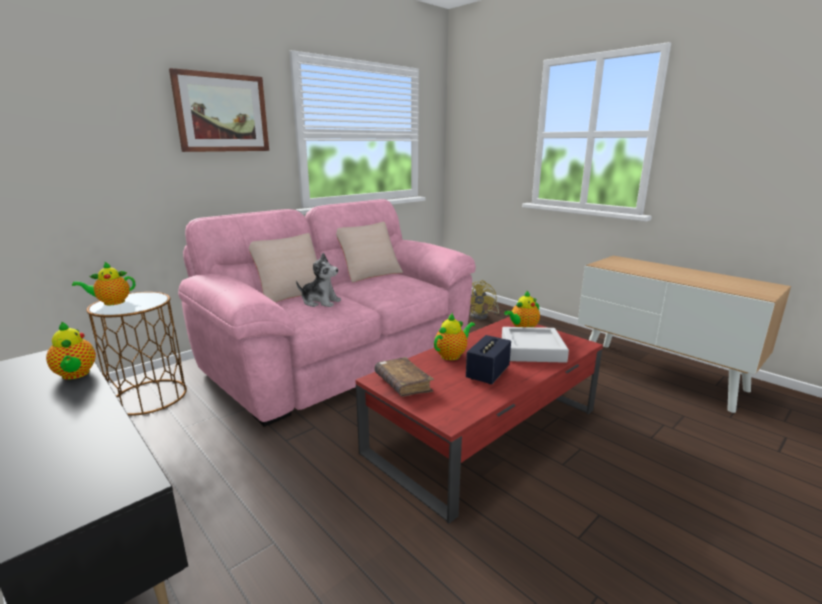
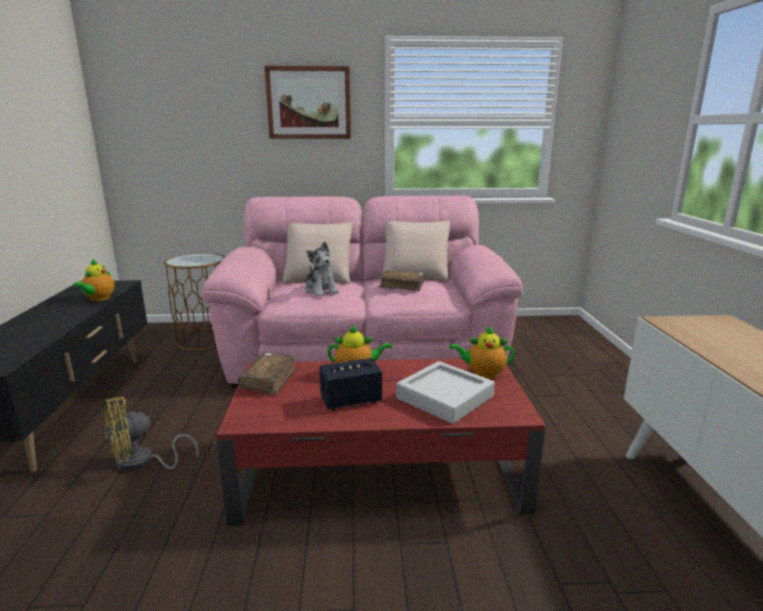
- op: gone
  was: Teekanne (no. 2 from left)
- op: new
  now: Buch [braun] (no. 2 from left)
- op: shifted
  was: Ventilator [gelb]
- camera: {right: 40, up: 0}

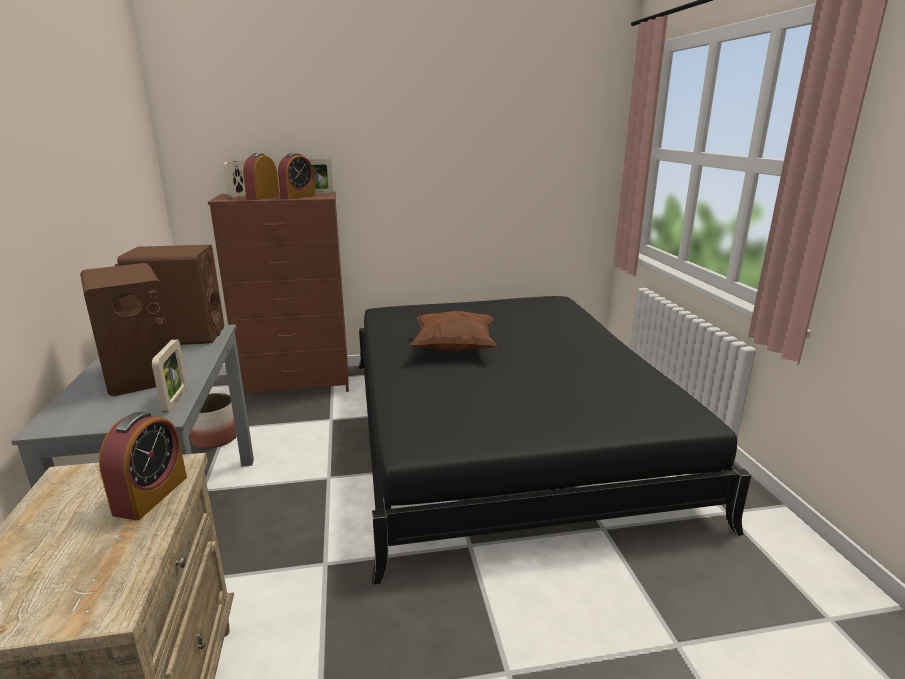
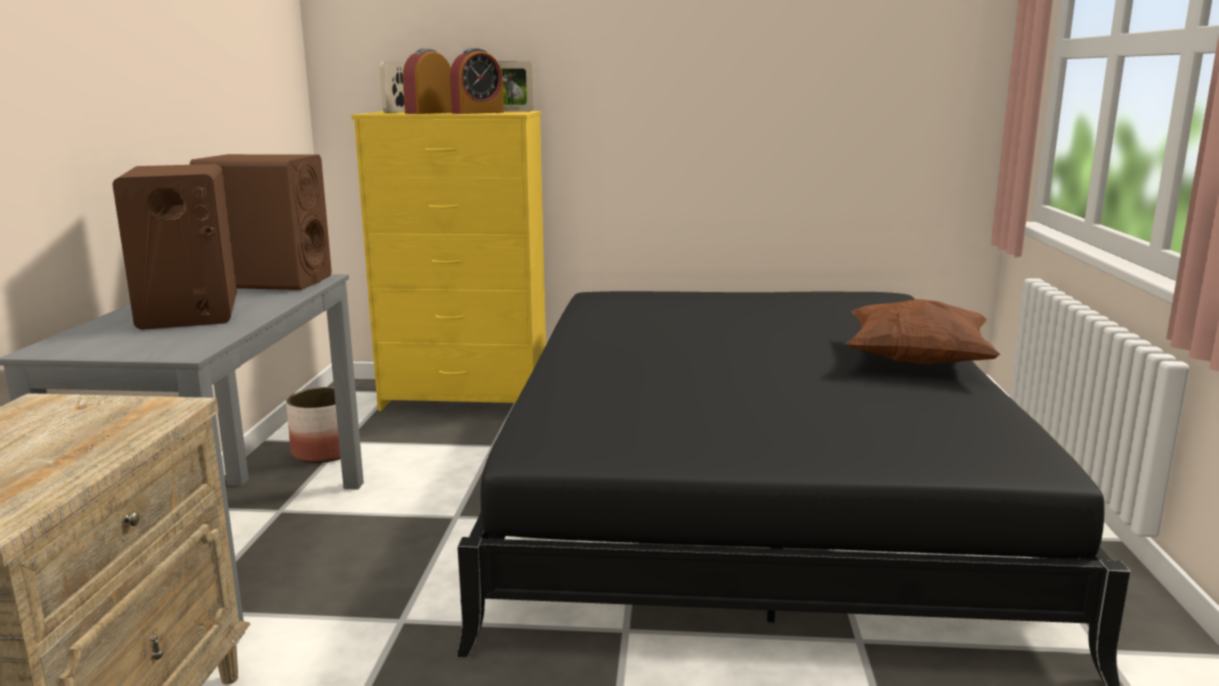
- op: gone
  was: Wecker (no. 1 from left)
- op: gone
  was: Bilderrahmen (no. 1 from left)
- op: shifted
  was: Kissen [braun]
- op: repainted
  was: Kommode [braun]
  now: Kommode [gelb]
- camera: {right: 15, up: -5}

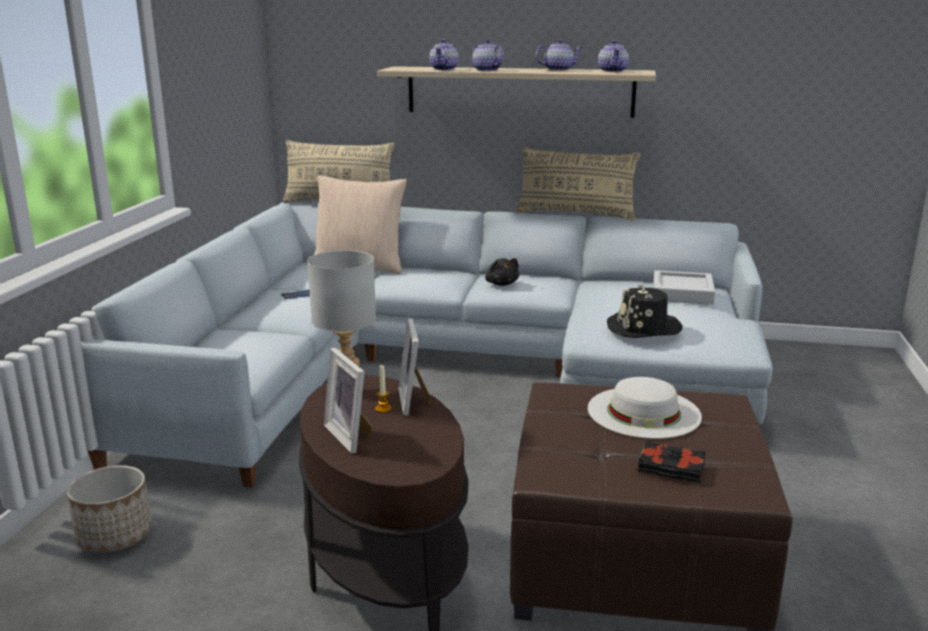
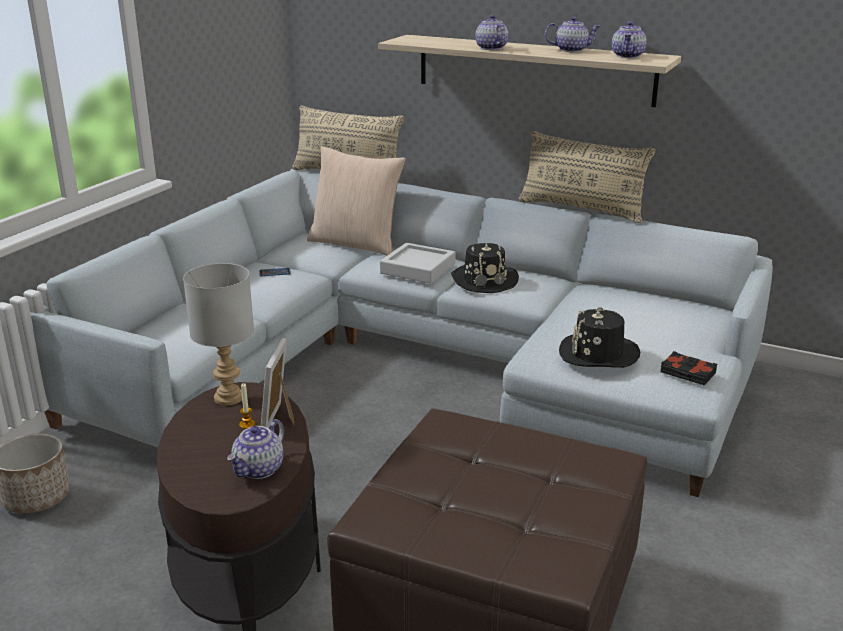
- op: gone
  was: Bilderrahmen (no. 1 from left)
- op: gone
  was: Hut [weiß]
- op: shifted
  was: Teekanne (no. 1 from left)
- op: shifted
  was: Buch [schwarz]
- op: shifted
  was: Tablett [grau]
- op: swapped
  was: Plüschtier [schwarz]
  now: Hut [schwarz] (no. 1 from left)
- camera: {right: 15, up: 5}

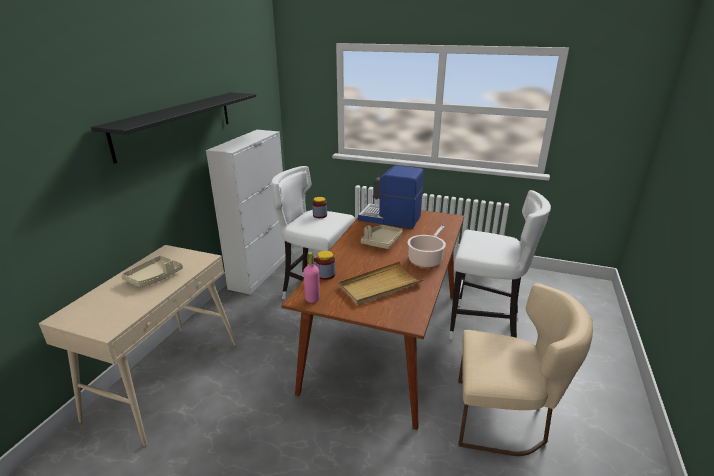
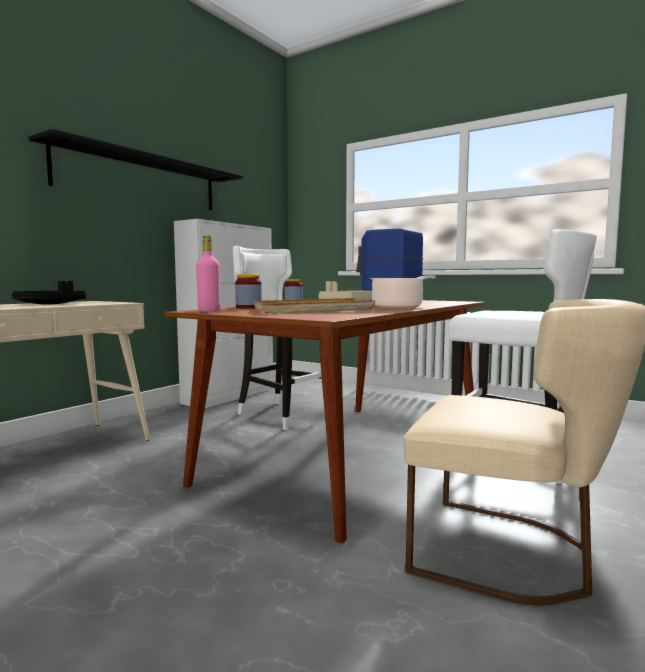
- op: repainted
  was: Tablett [beige] (no. 1 from left)
  now: Tablett [schwarz]
- camera: {right: 15, up: -20}

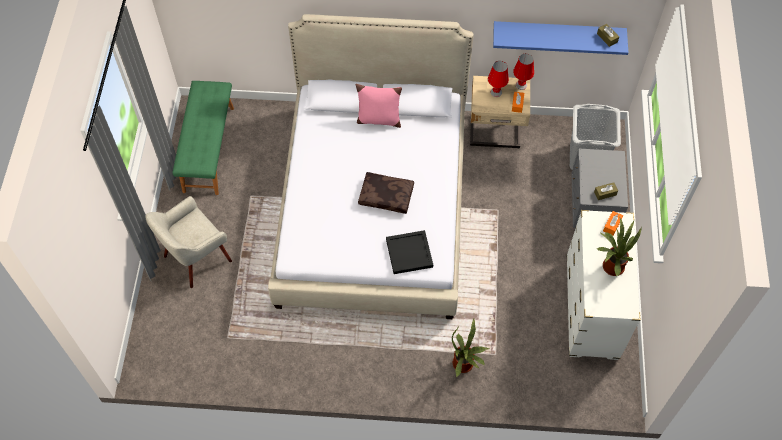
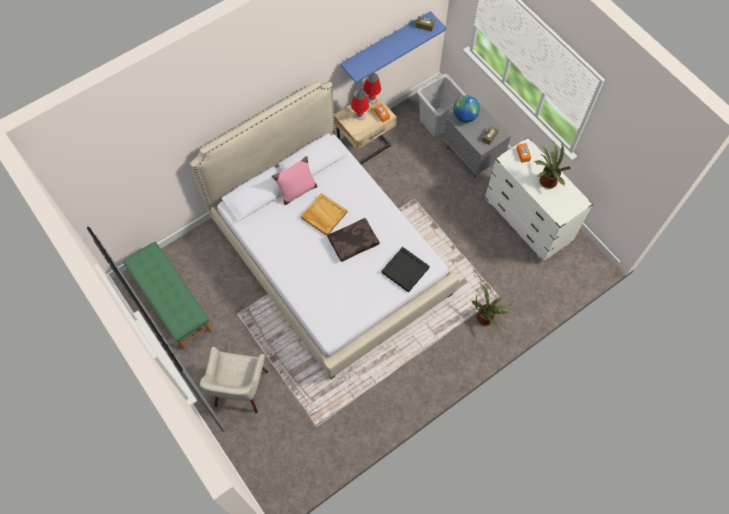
- op: new
  now: Tablett [beige]
- op: new
  now: Globus
- camera: {right: -40, up: 5}

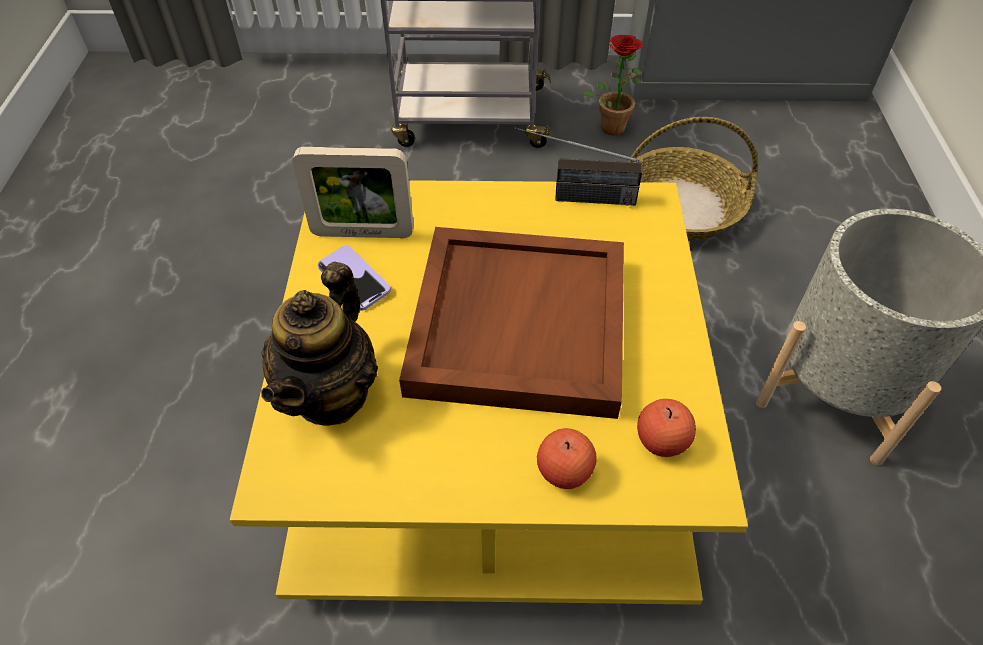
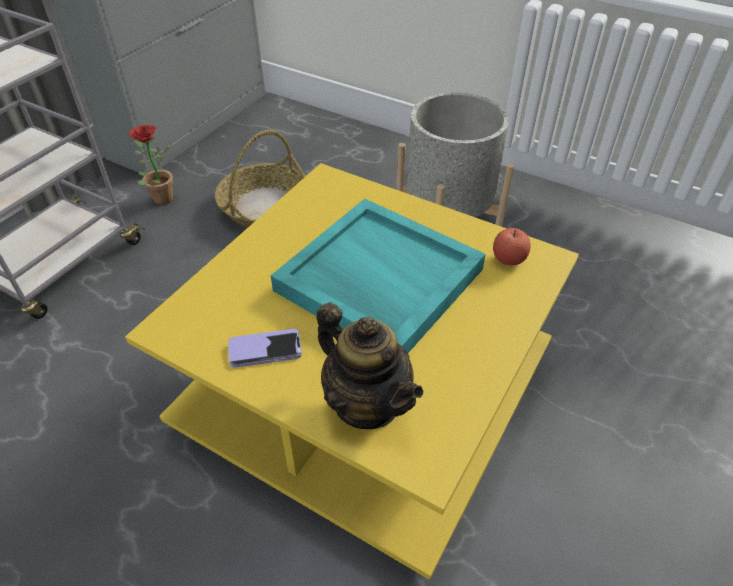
- op: gone
  was: Bilderrahmen
- op: gone
  was: Radio
- op: gone
  was: Apfel (no. 1 from left)
- op: repainted
  was: Tablett [braun]
  now: Tablett [türkis]
- camera: {right: -60, up: -5}

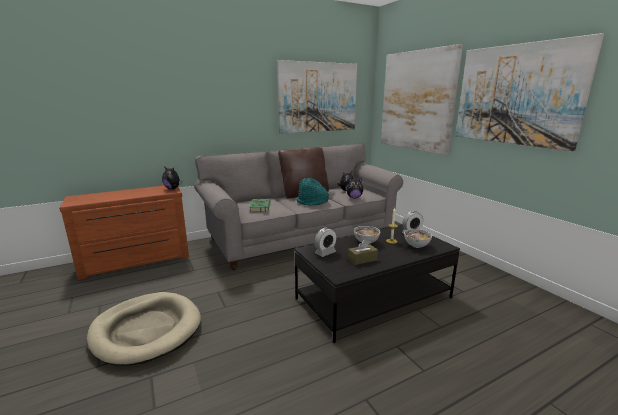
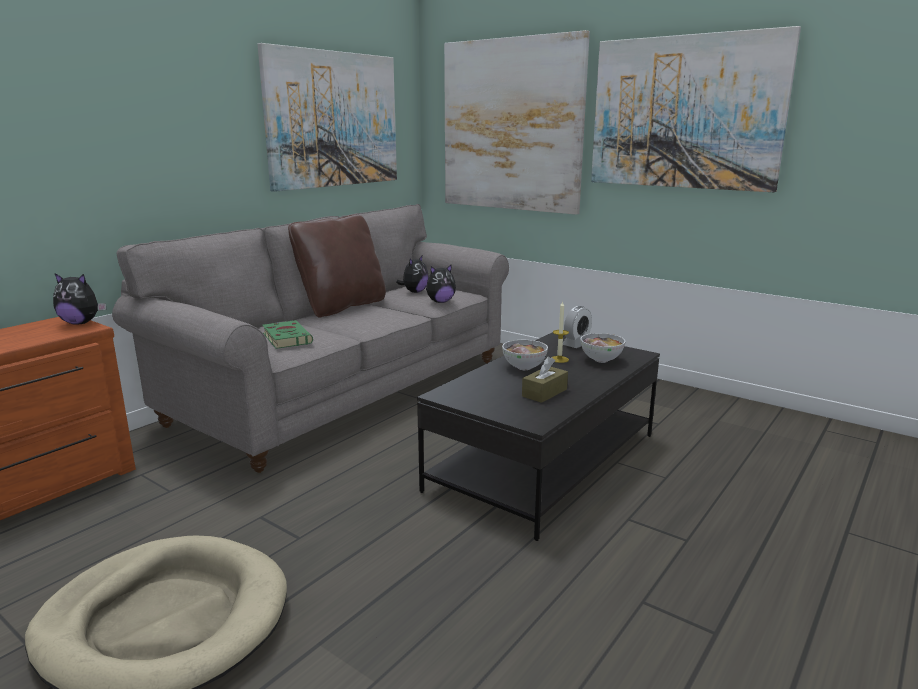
- op: gone
  was: Hut [türkis]
- op: gone
  was: Wecker (no. 1 from left)
- camera: {right: -25, up: 0}

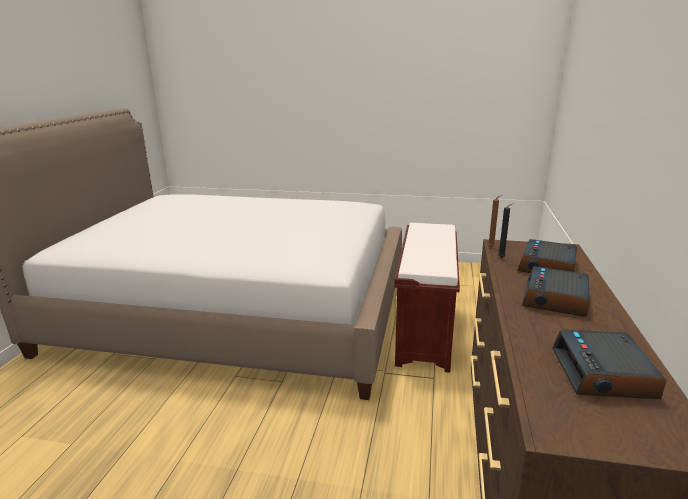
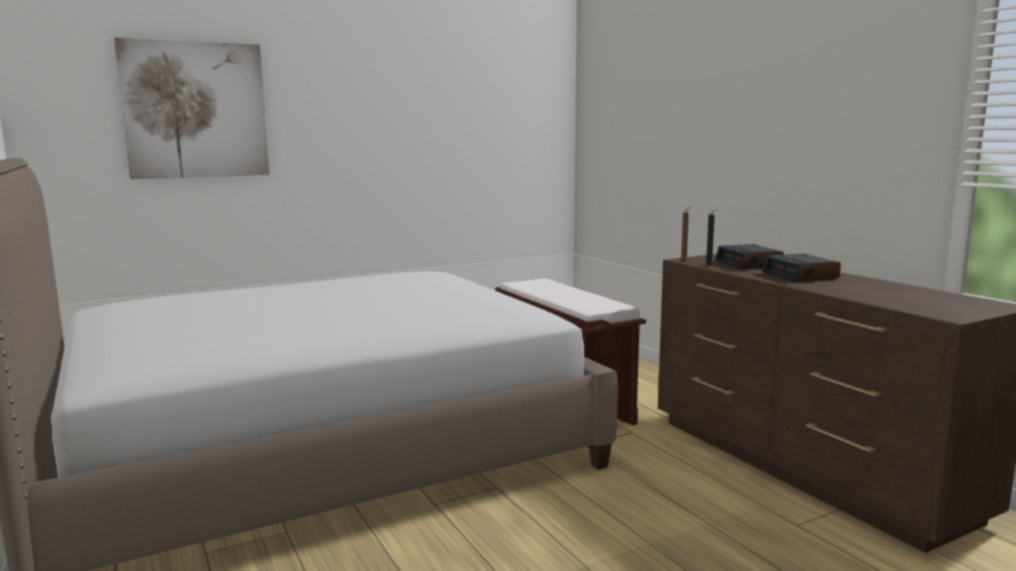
- op: gone
  was: Wecker (no. 3 from left)
- op: new
  now: Bild
- camera: {right: -40, up: -10}

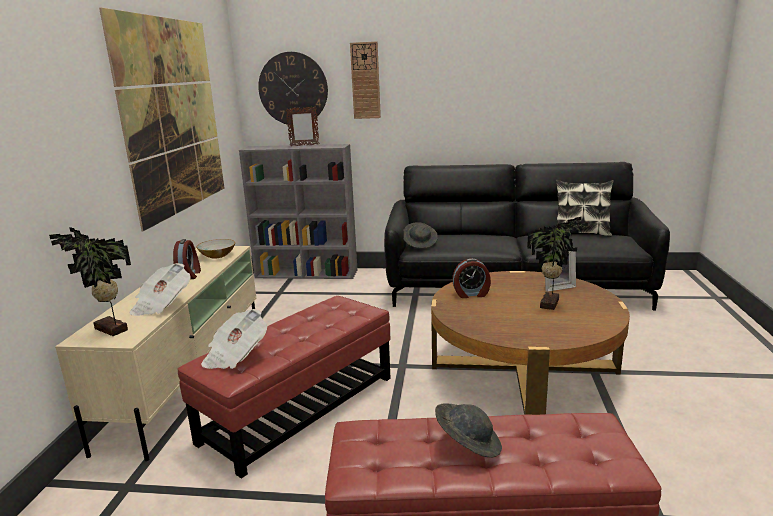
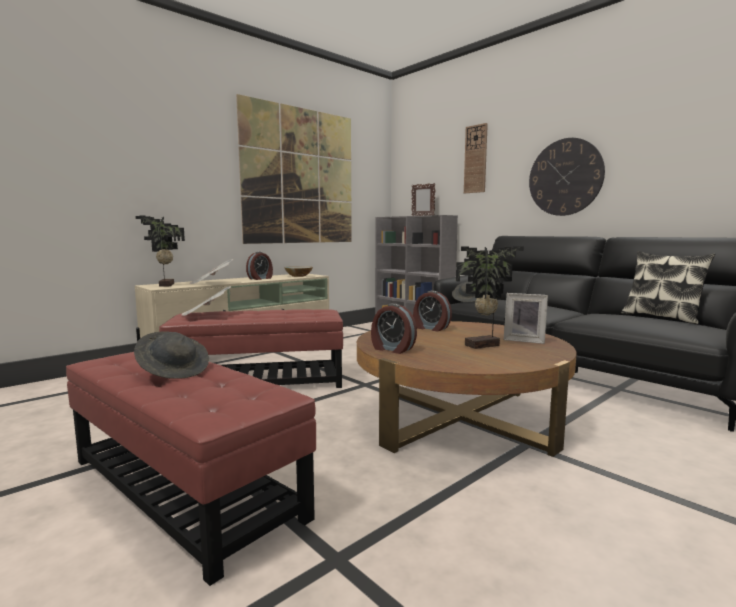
- op: new
  now: Wecker (no. 2 from left)
- op: shifted
  was: Wanduhr (no. 1 from left in the first image)
  now: Wanduhr (no. 2 from left)
- camera: {right: 40, up: -10}

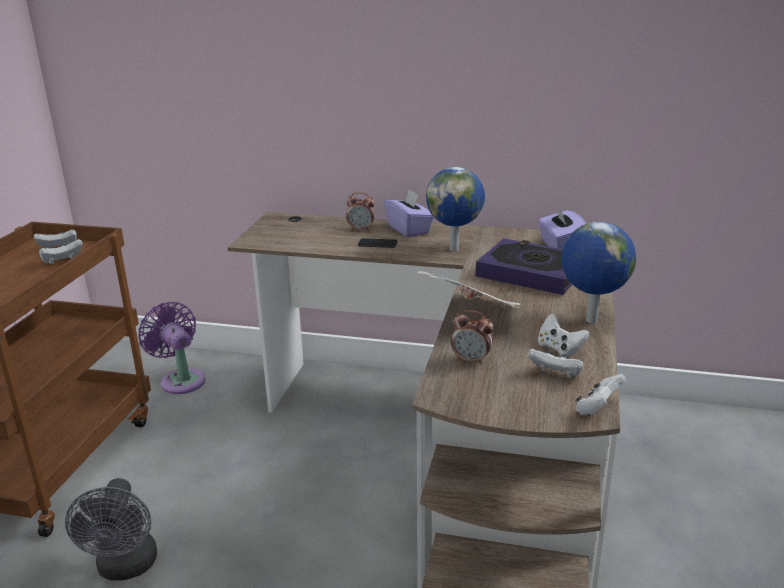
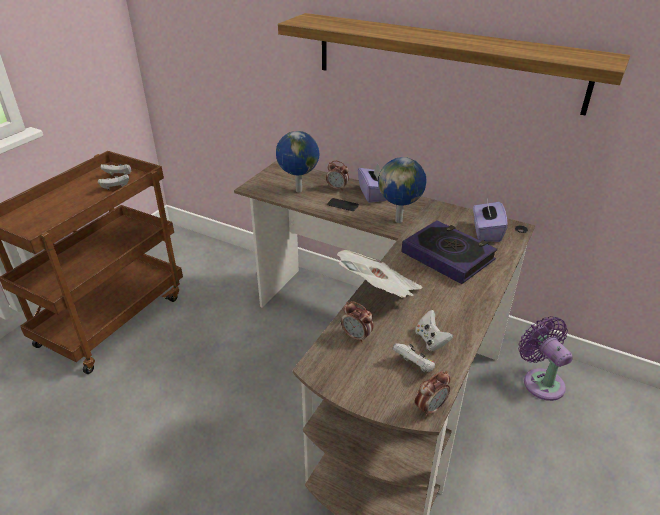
- op: gone
  was: Ventilator [grau]
- op: new
  now: Wandregal
- op: shifted
  was: Ventilator [lila]
- op: shifted
  was: Globus (no. 2 from left in the first image)
  now: Globus (no. 1 from left)
- op: swapped
  was: Gamepad [weiß] (no. 5 from left)
  now: Wecker (no. 3 from left)
- camera: {right: 15, up: 10}

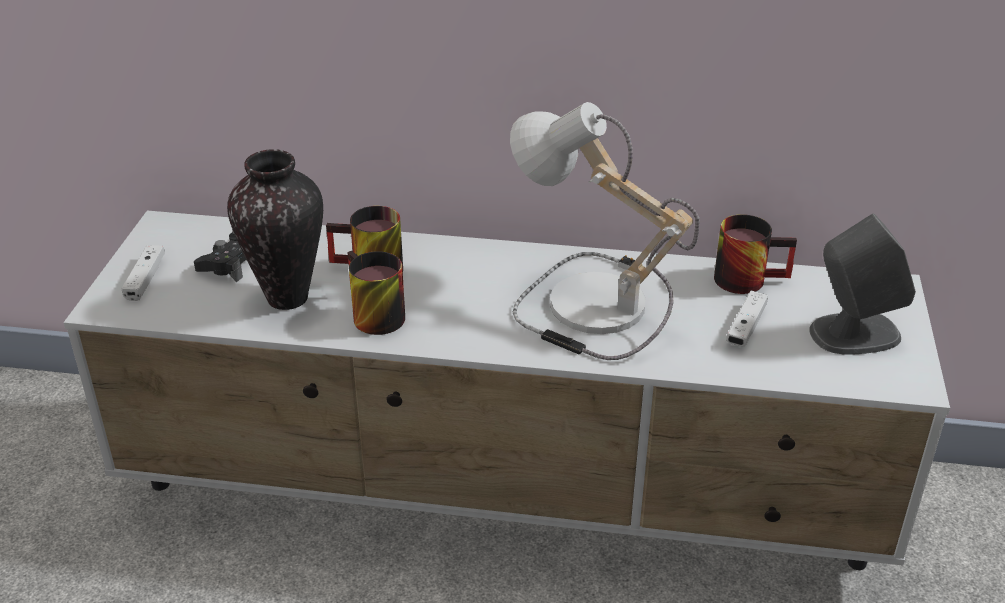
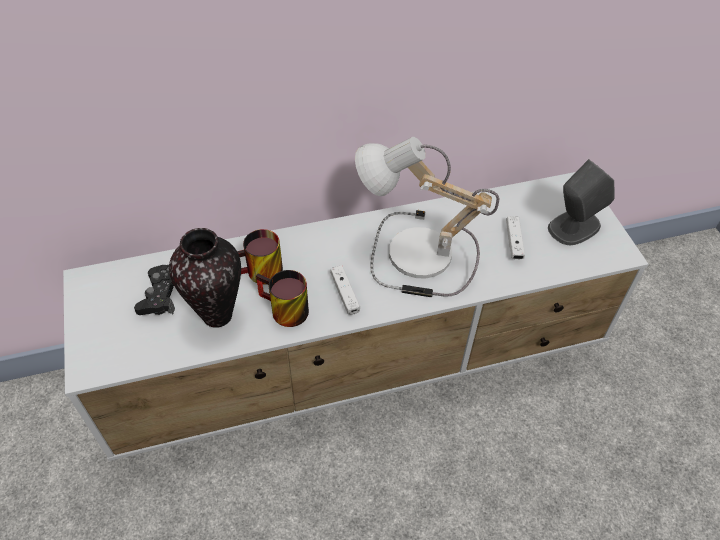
- op: gone
  was: Henkelbecher (no. 3 from left)
- op: shifted
  was: Gamepad [weiß] (no. 1 from left)
- camera: {right: -25, up: 15}

